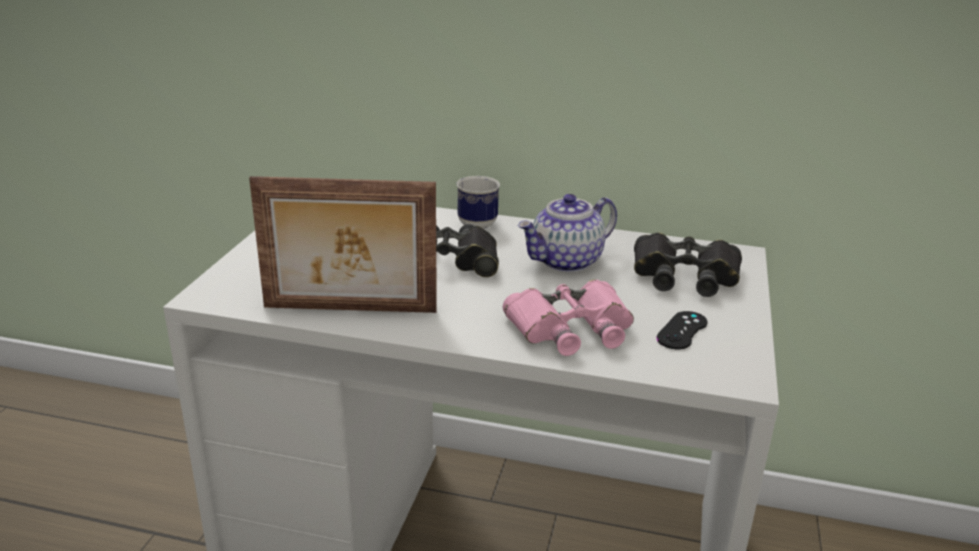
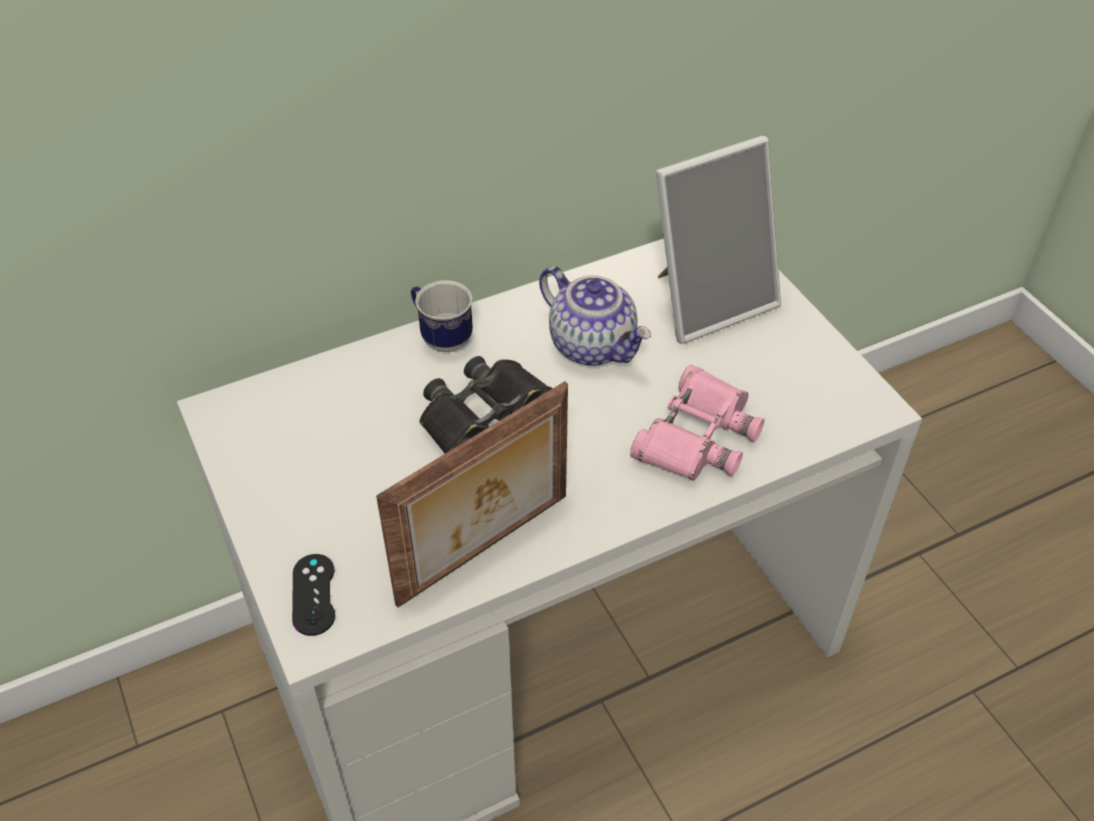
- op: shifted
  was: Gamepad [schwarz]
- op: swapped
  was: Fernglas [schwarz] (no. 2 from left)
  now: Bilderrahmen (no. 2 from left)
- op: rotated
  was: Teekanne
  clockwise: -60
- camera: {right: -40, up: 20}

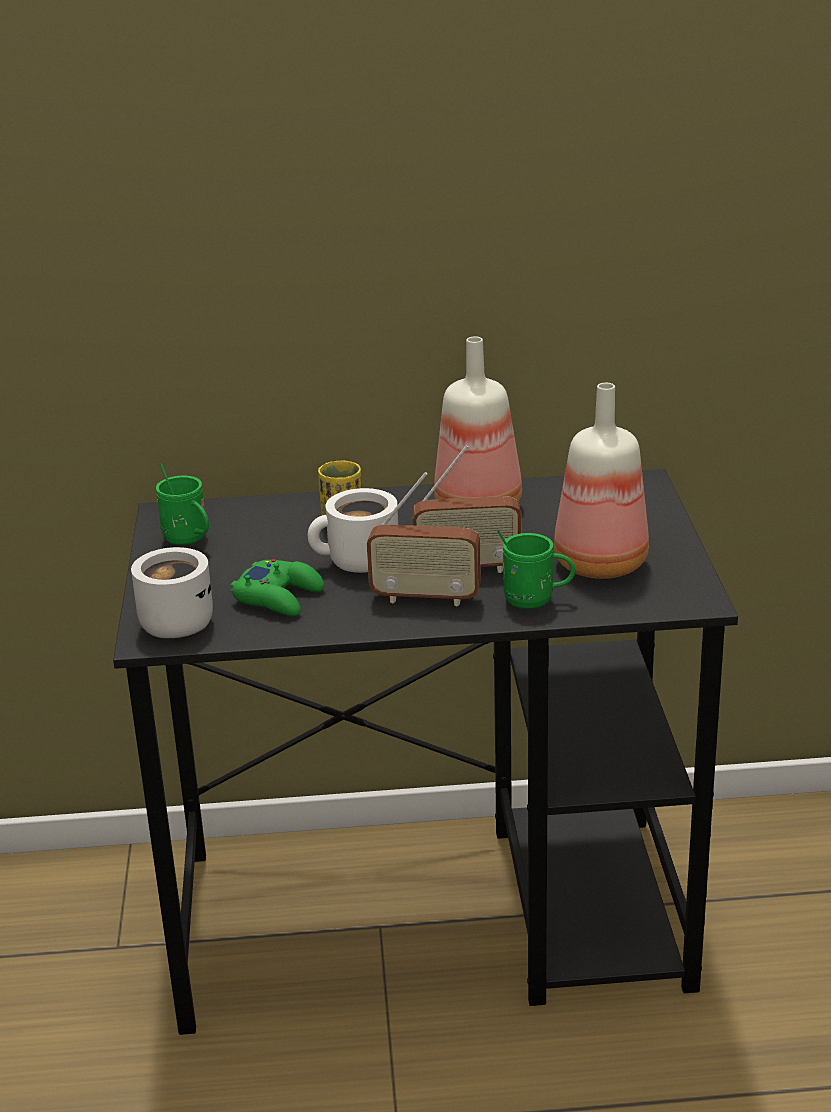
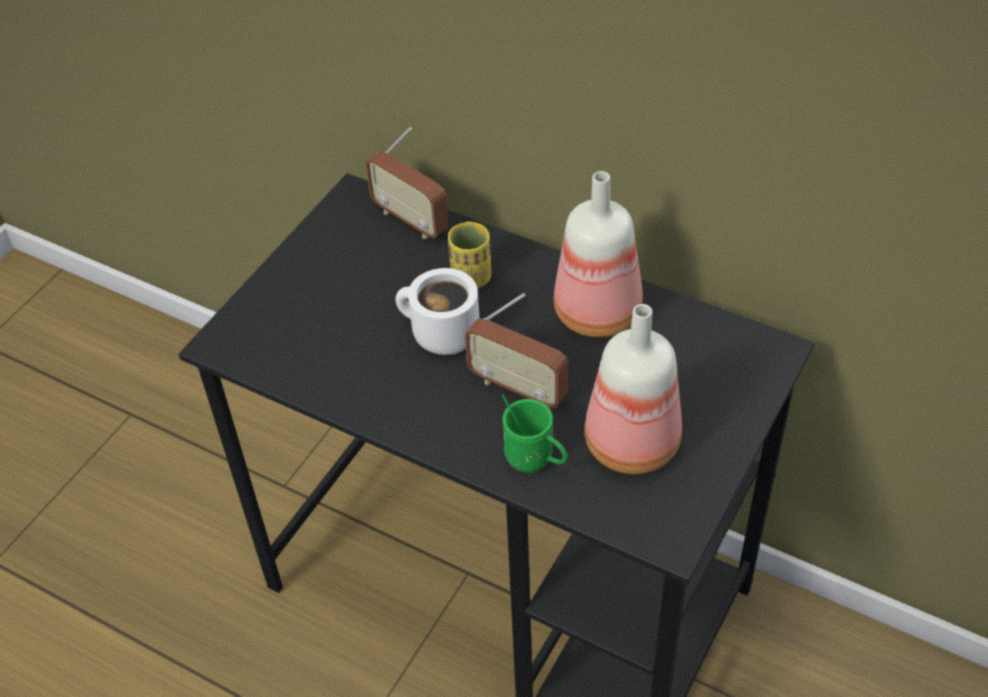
- op: gone
  was: Henkelbecher [weiß] (no. 1 from left)
- op: gone
  was: Henkelbecher [grün] (no. 1 from left)
- op: gone
  was: Gamepad [grün]
- op: shifted
  was: Radio (no. 1 from left)
- camera: {right: 35, up: 20}

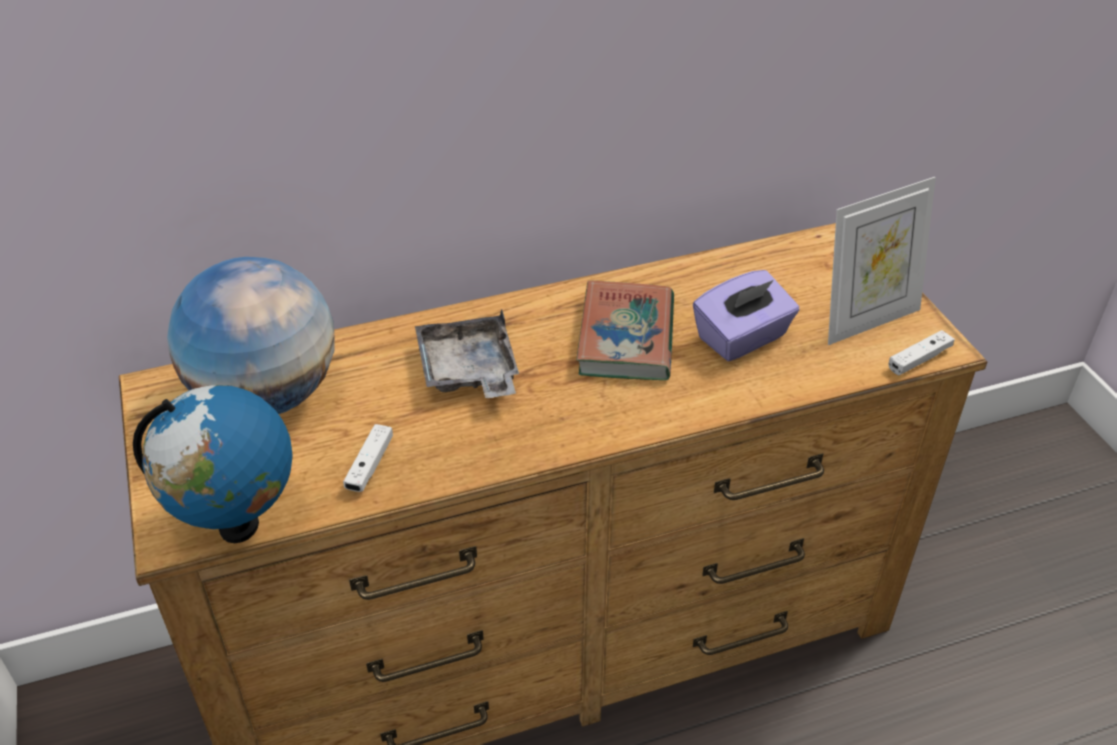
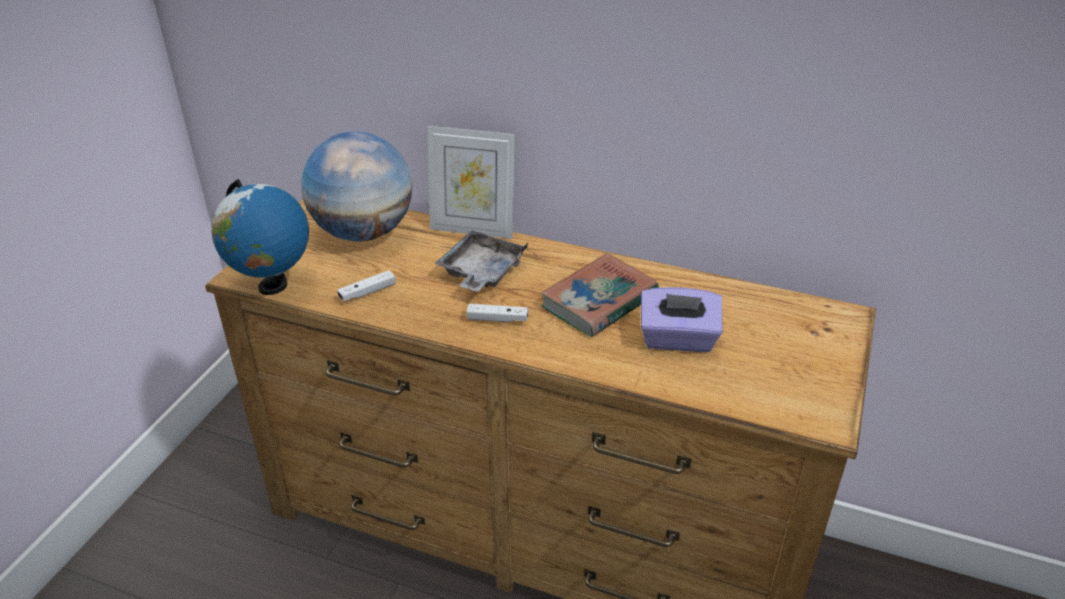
- op: shifted
  was: Bilderrahmen
- op: shifted
  was: Gamepad [weiß] (no. 2 from left)
- camera: {right: 40, up: -5}

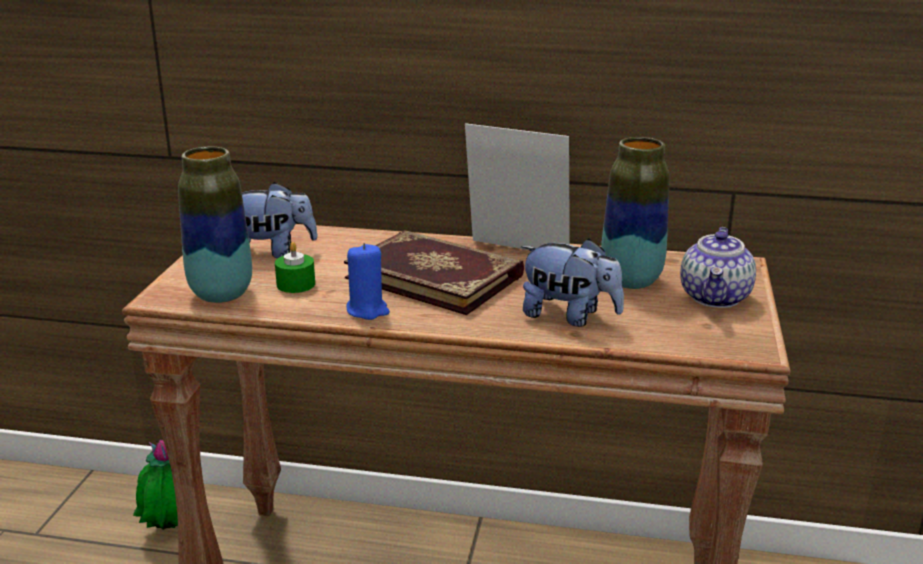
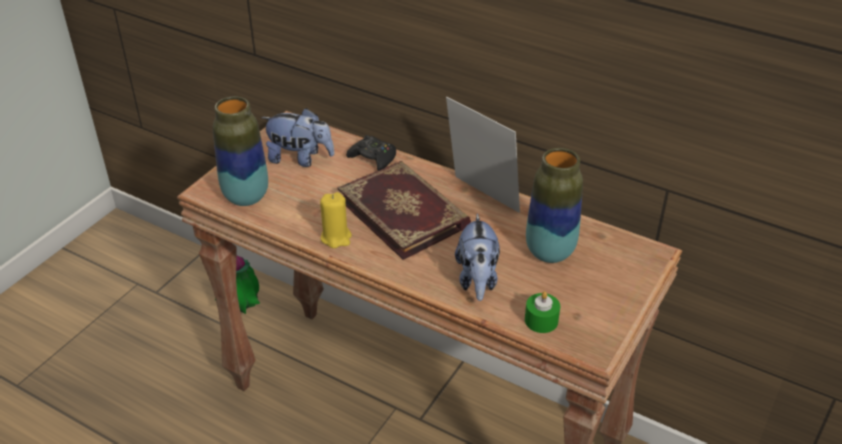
- op: gone
  was: Teekanne
- op: new
  now: Gamepad [schwarz]
- op: shifted
  was: Kerze [grün]
- op: repainted
  was: Kerze [blau]
  now: Kerze [gelb]
- op: rotated
  was: Plüschtier (no. 2 from left)
  clockwise: 45
- camera: {right: 20, up: 15}

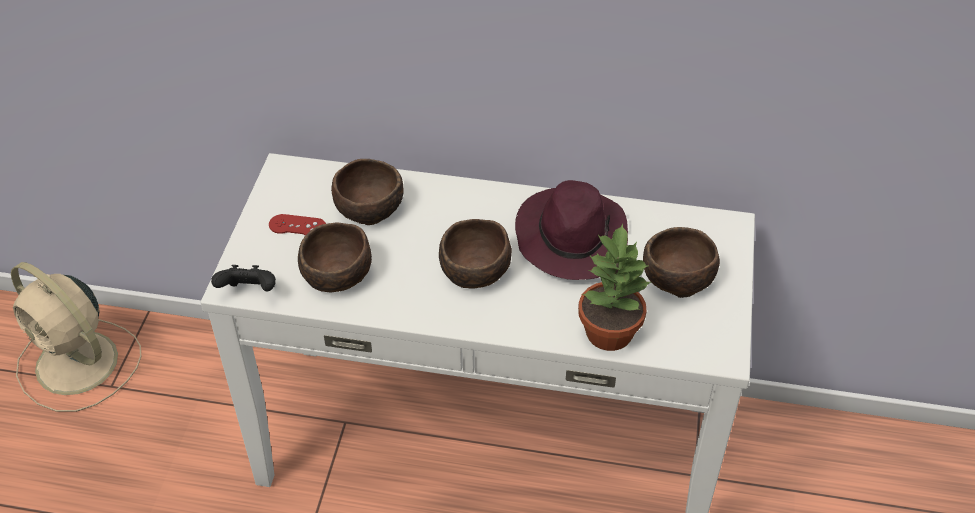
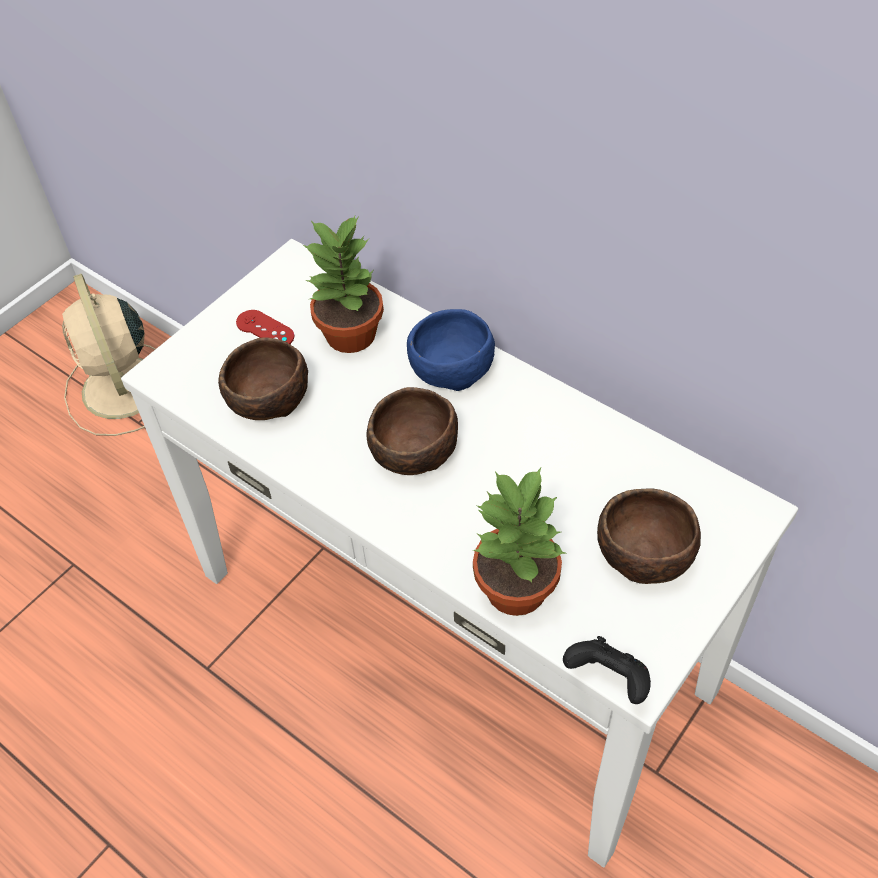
- op: gone
  was: Hut [lila]
- op: new
  now: Schüssel [blau]
- op: shifted
  was: Gamepad [schwarz]
- op: swapped
  was: Schüssel [braun] (no. 2 from left)
  now: Topfpflanze (no. 1 from left)
- camera: {right: 30, up: 5}

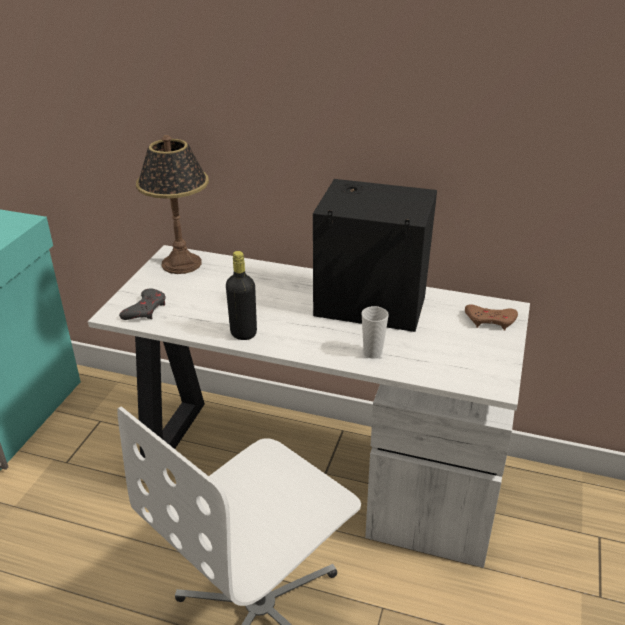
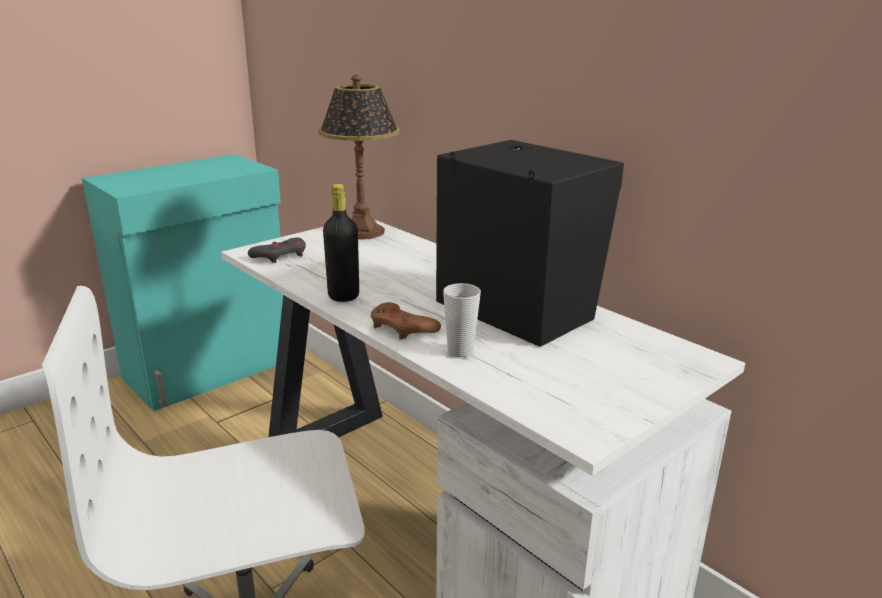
- op: shifted
  was: Gamepad [braun]
- camera: {right: 30, up: -10}

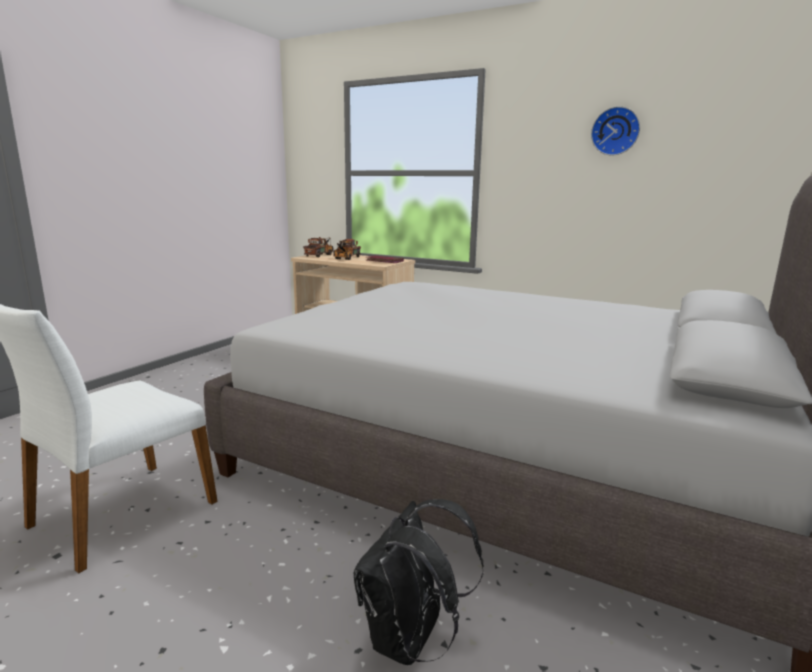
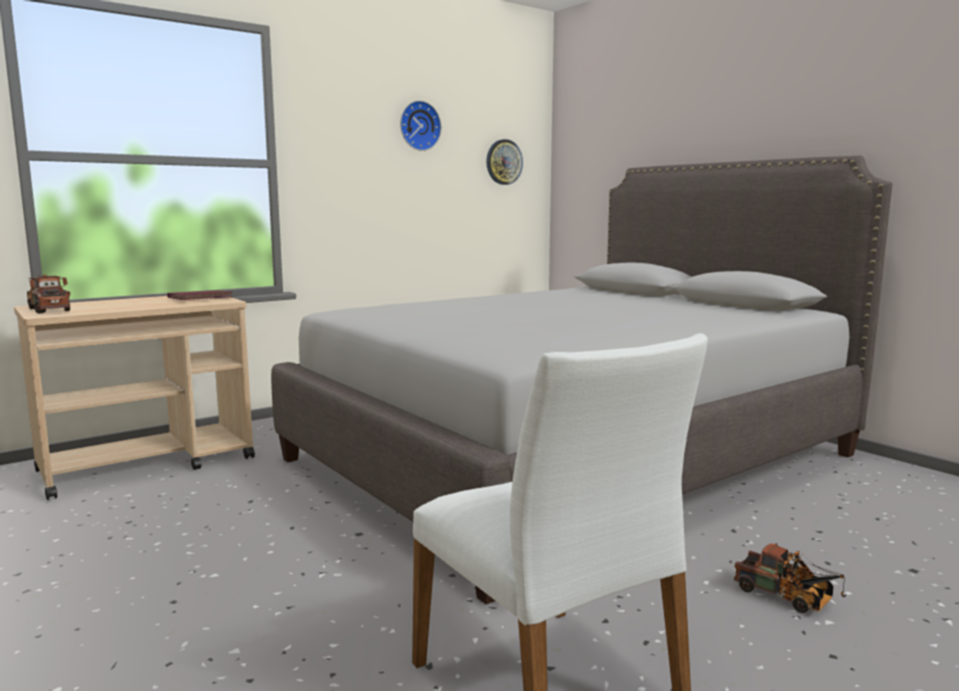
- op: gone
  was: Rucksack [schwarz]
- op: new
  now: Wanduhr (no. 2 from left)
- op: shifted
  was: Spielzeuglaster (no. 2 from left)
- camera: {right: -65, up: -5}

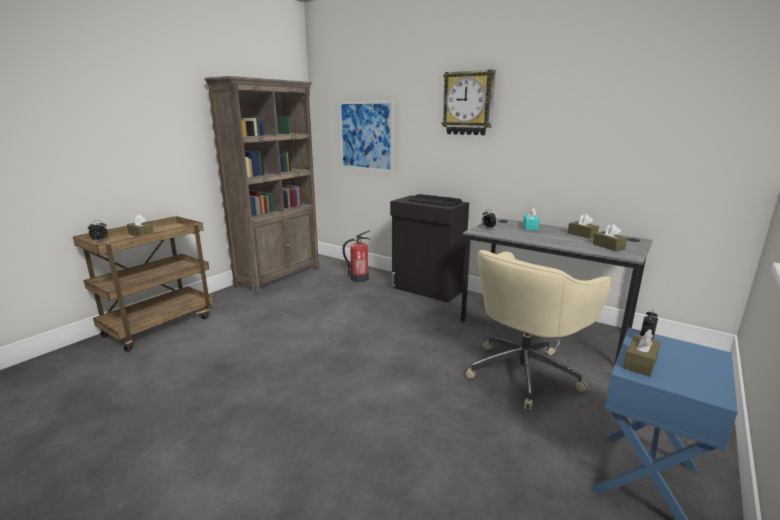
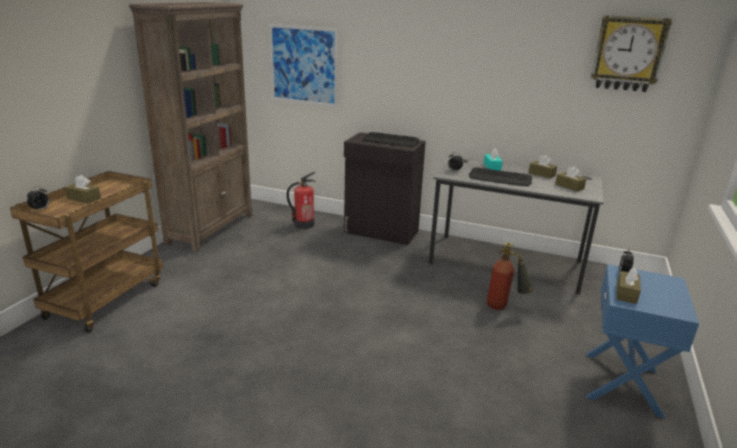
- op: new
  now: Tastatur (no. 2 from left)
- op: shifted
  was: Wanduhr
- op: swapped
  was: Bürostuhl [beige]
  now: Feuerlöscher (no. 2 from left)
- camera: {right: -15, up: 5}

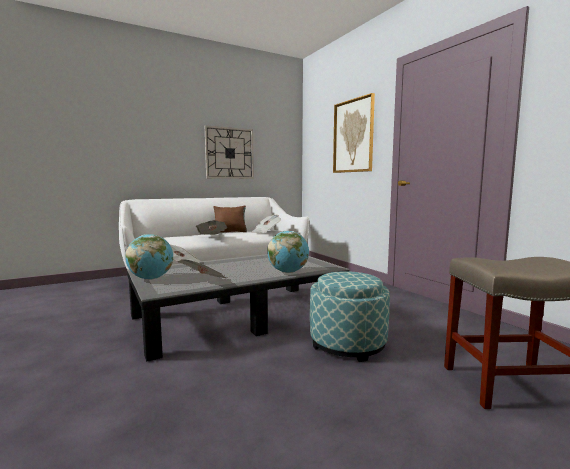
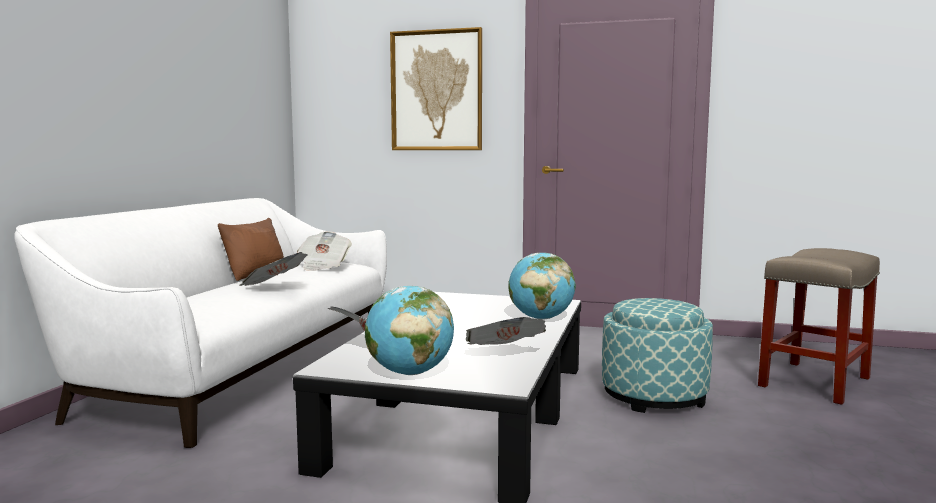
- op: gone
  was: Wanduhr
- camera: {right: -45, up: 0}

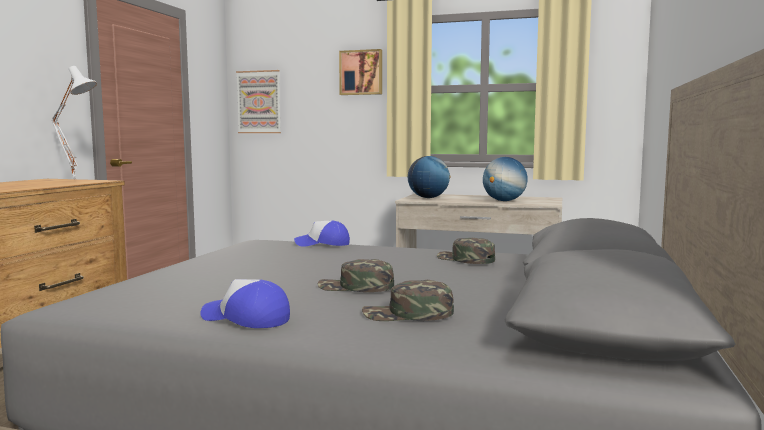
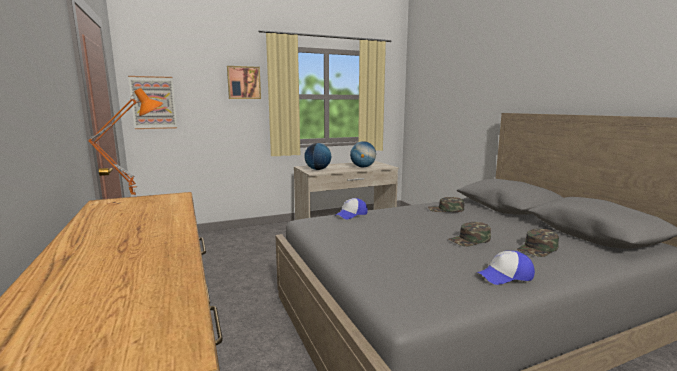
- op: repainted
  was: Tischlampe [weiß]
  now: Tischlampe [orange]
- camera: {right: -40, up: 5}

